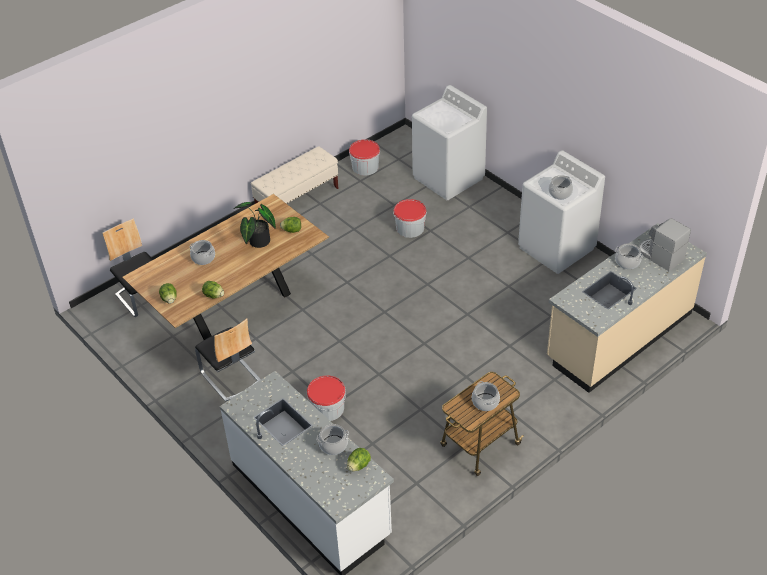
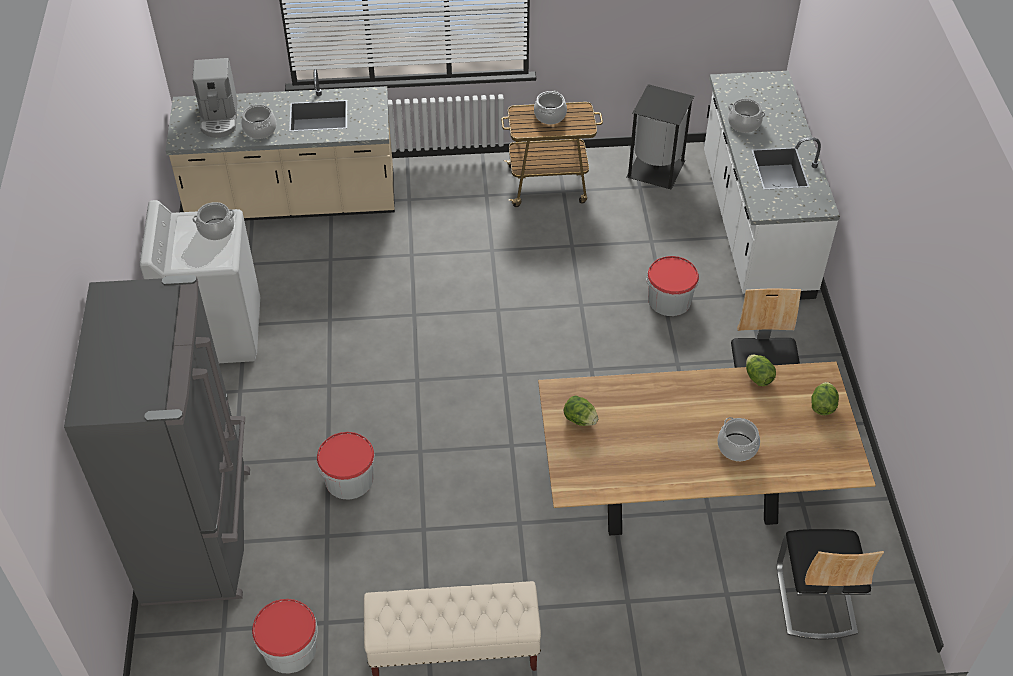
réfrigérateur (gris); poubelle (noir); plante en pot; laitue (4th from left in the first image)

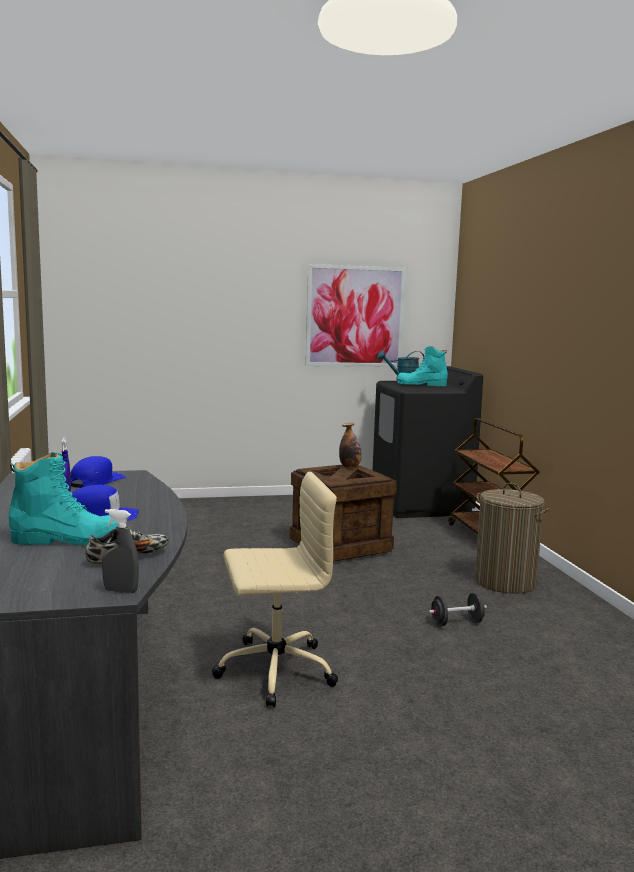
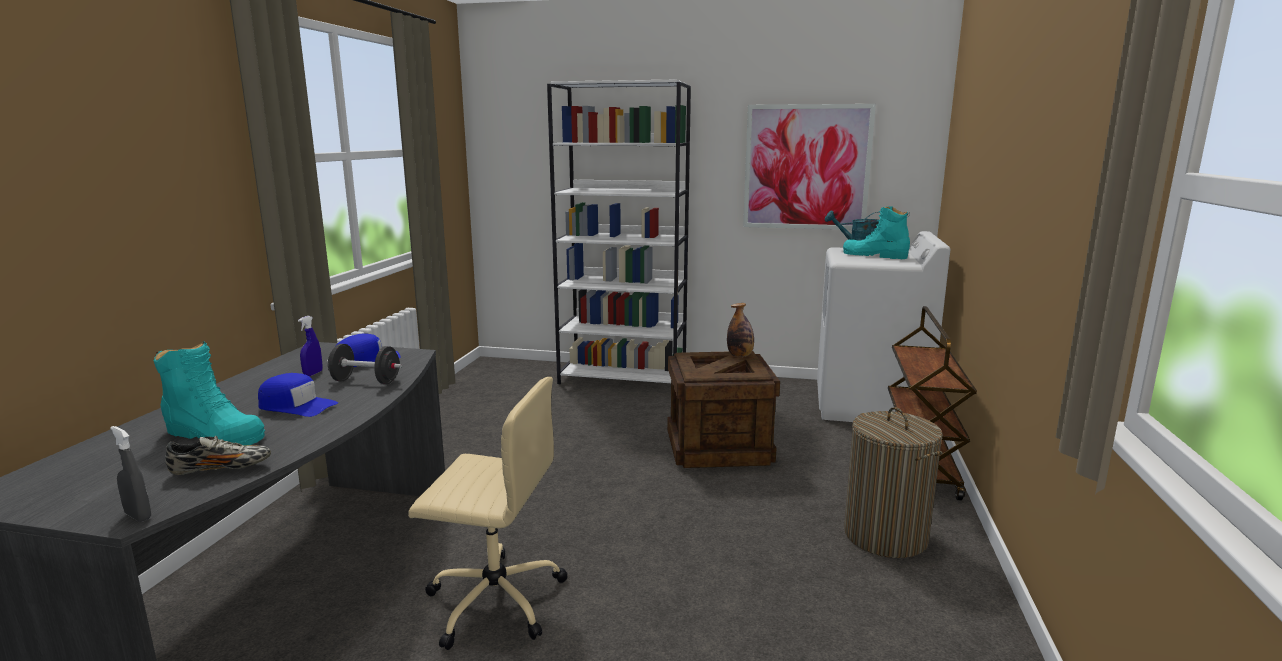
haltère (noir); bibliothèque (blanc); lave-linge (blanc)

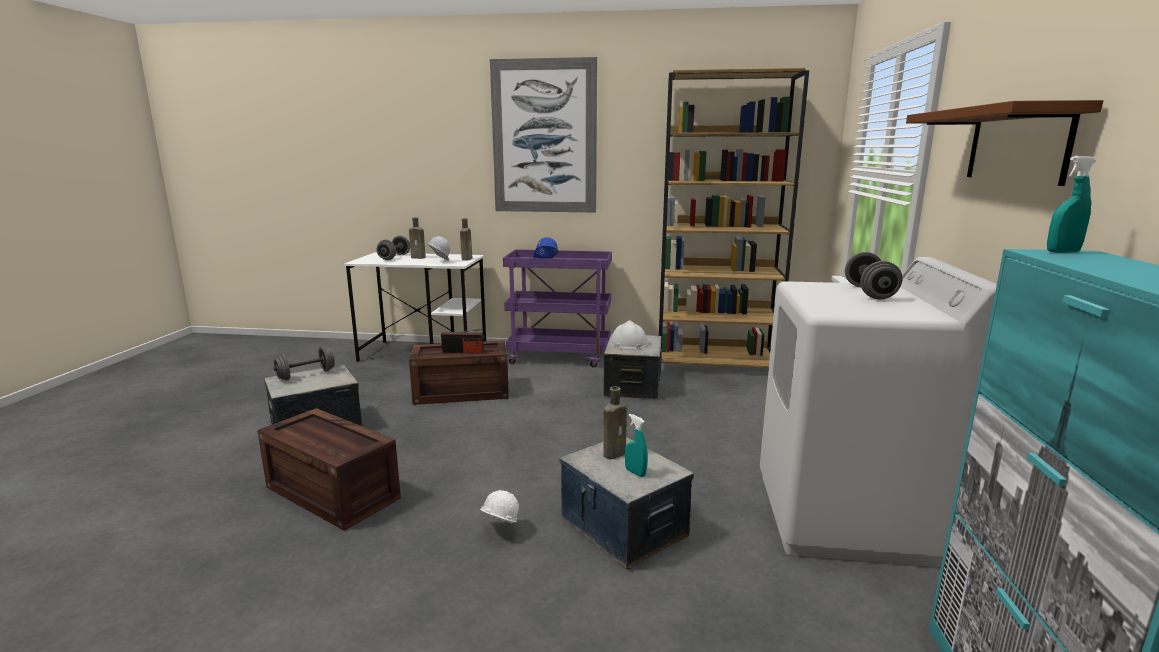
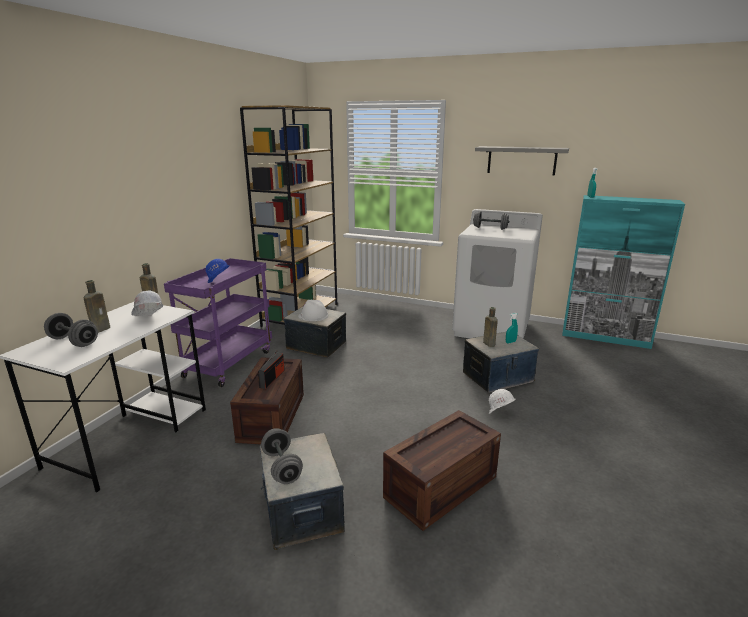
étagère (gris); tableau

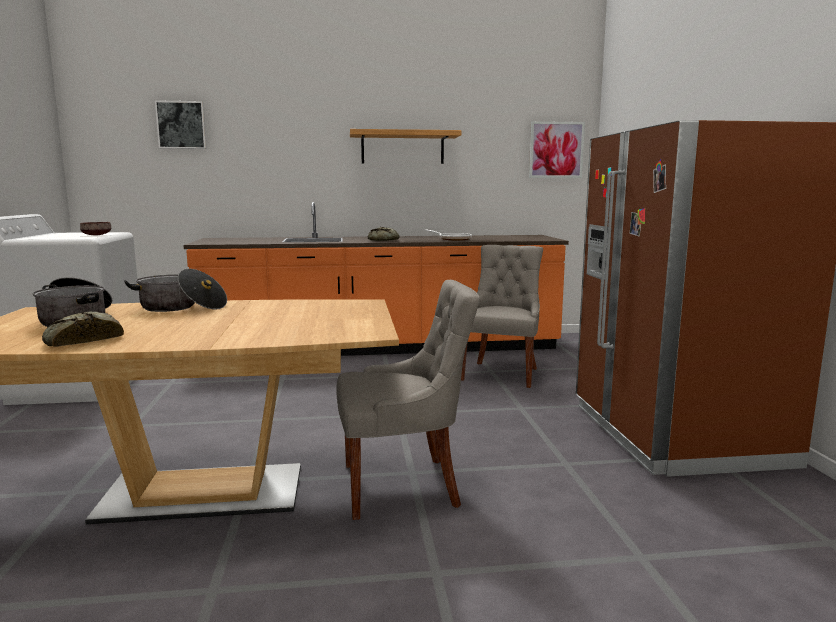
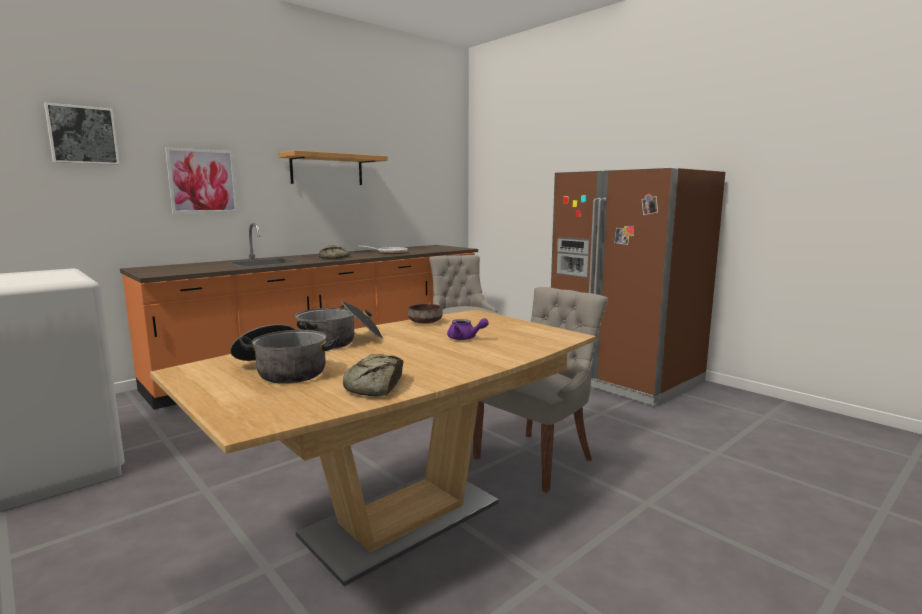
tableau (2nd from left); bol (marron); théière (violet)

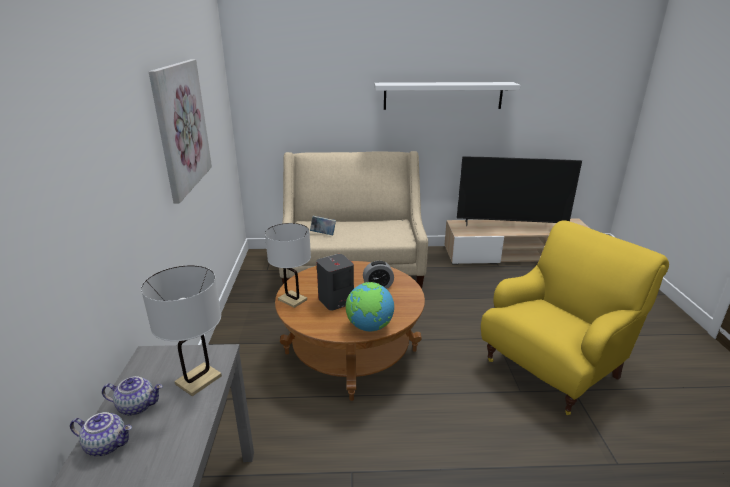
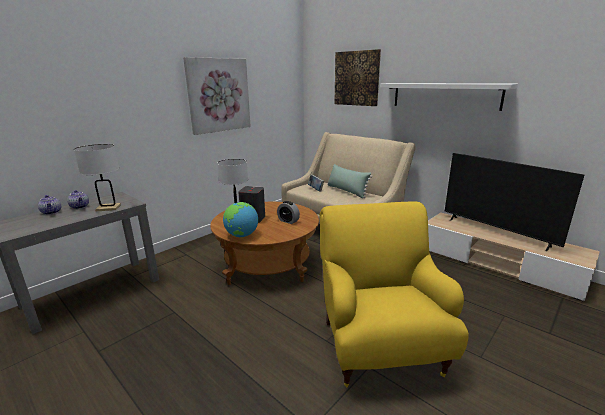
fauteuil (jaune); coussin (vert); tableau (2nd from left)

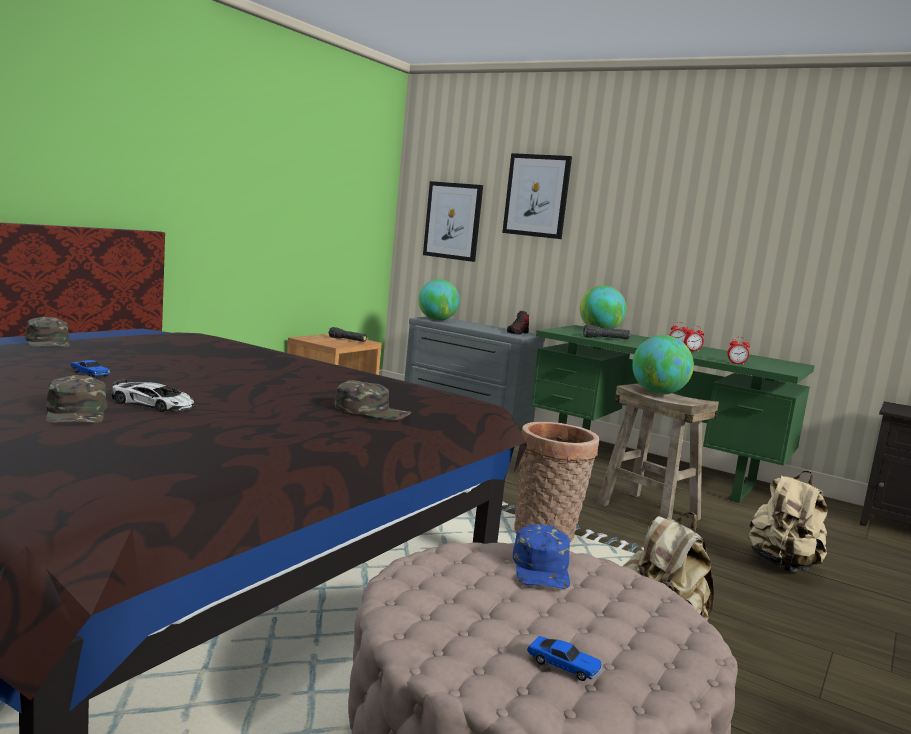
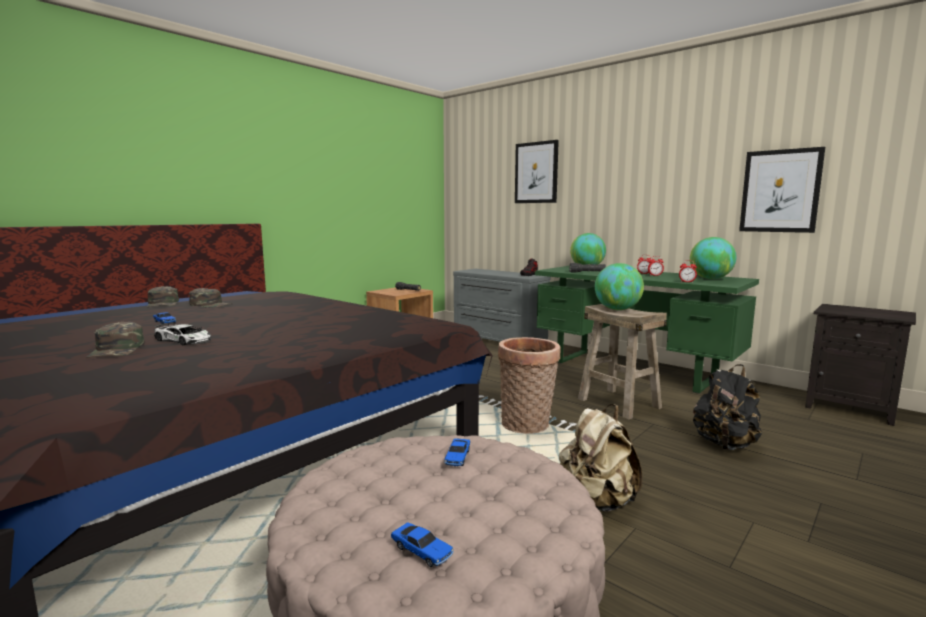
casquette (vert) (3rd from left); petite voiture (4th from left); globe (3rd from left); sac à dos (noir); tableau (2nd from left)

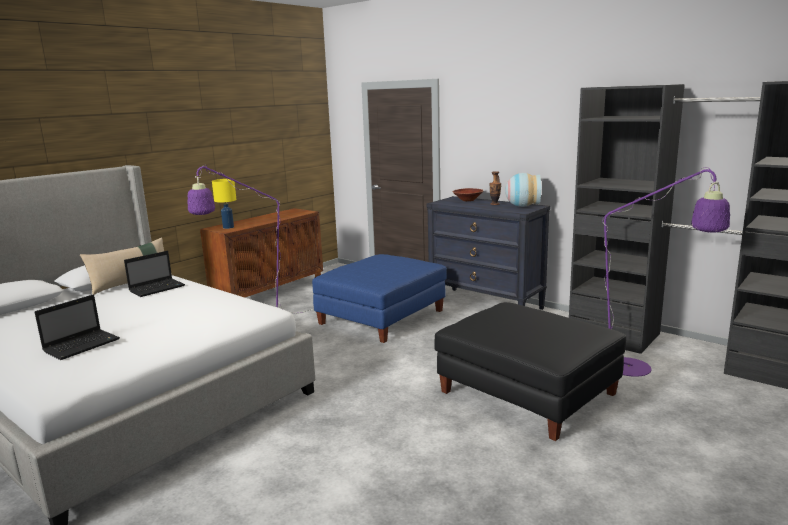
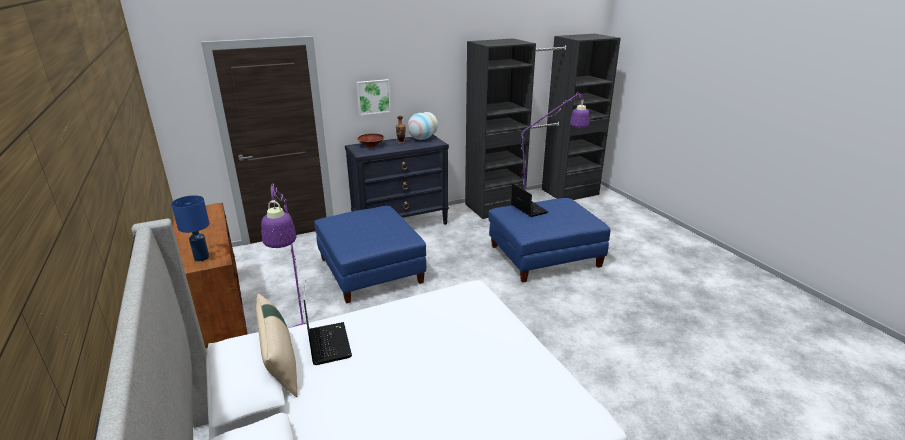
lampe de table (bleu); tableau; pouf (bleu) (2nd from left); ordinateur portable (2nd from left)

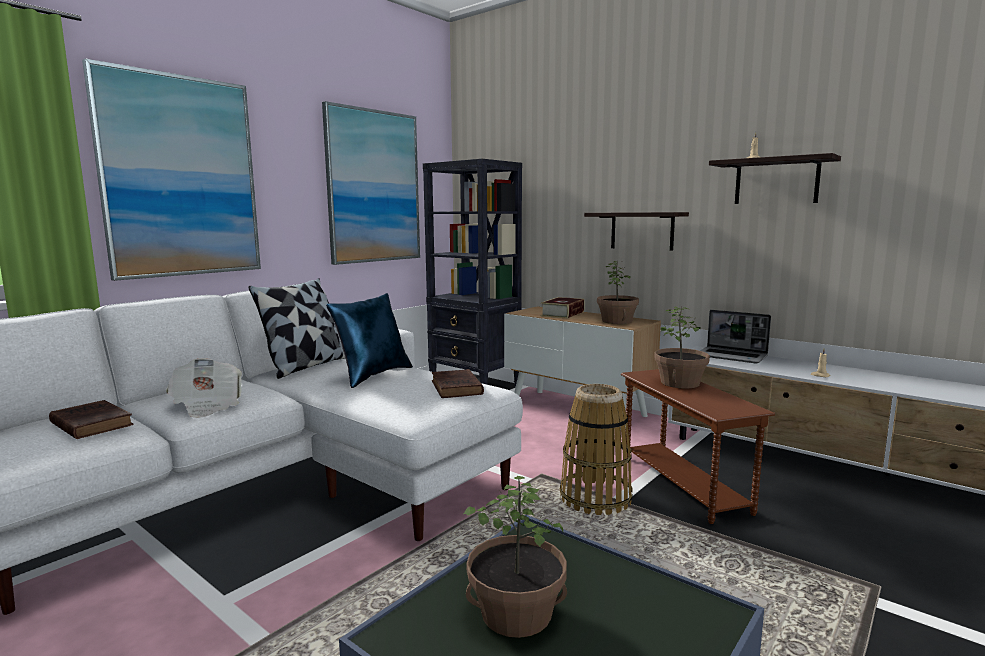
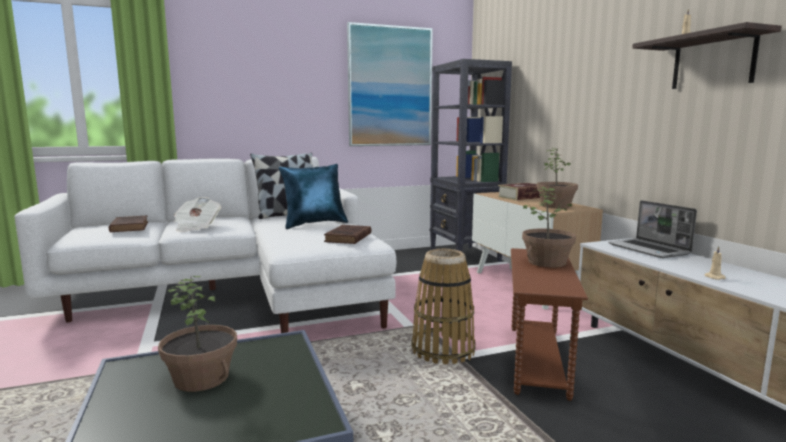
tableau (1st from left in the first image); étagère (1st from left in the first image)

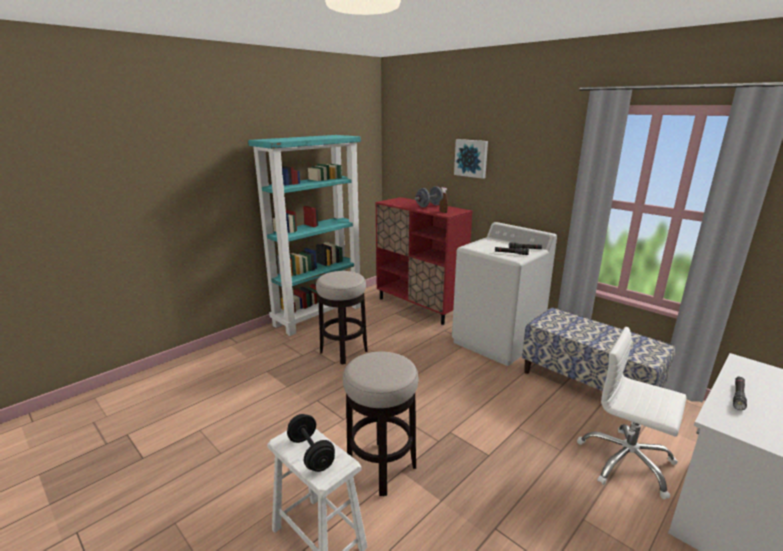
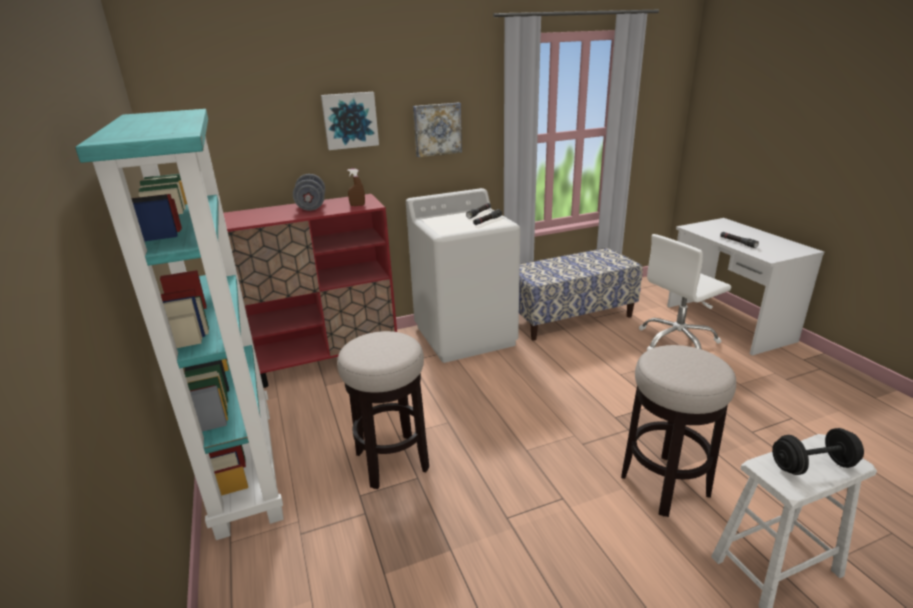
tableau (2nd from left)

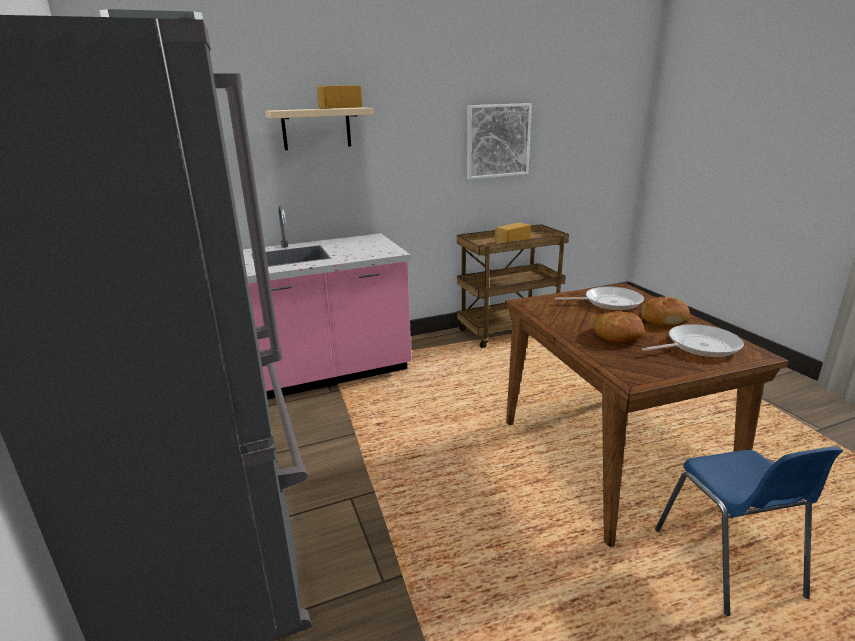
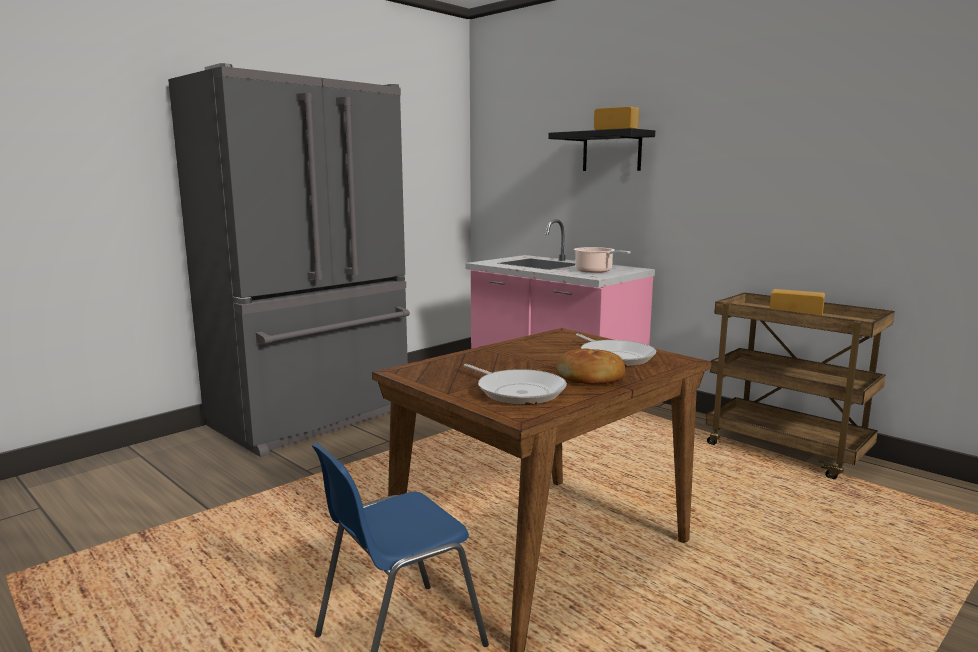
étagère (noir); marmite; tableau; pain (3rd from left in the first image)

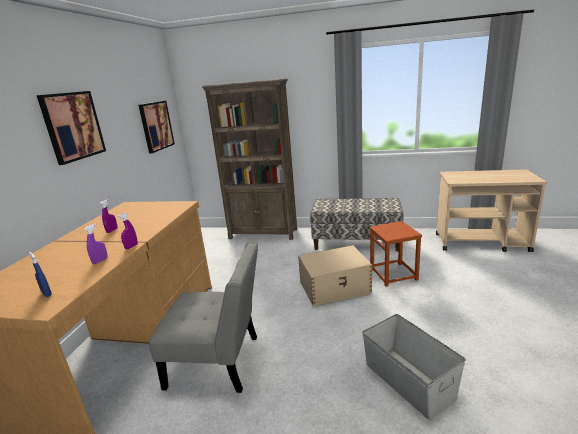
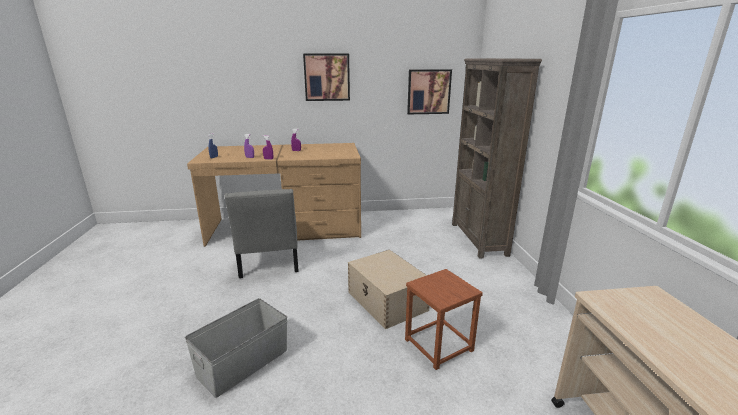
banc

